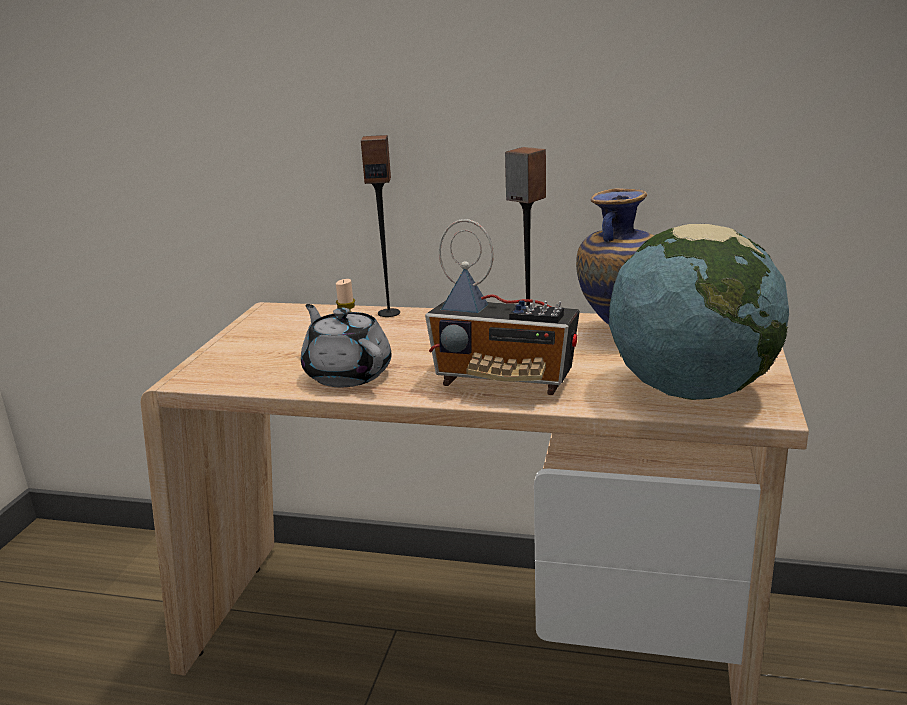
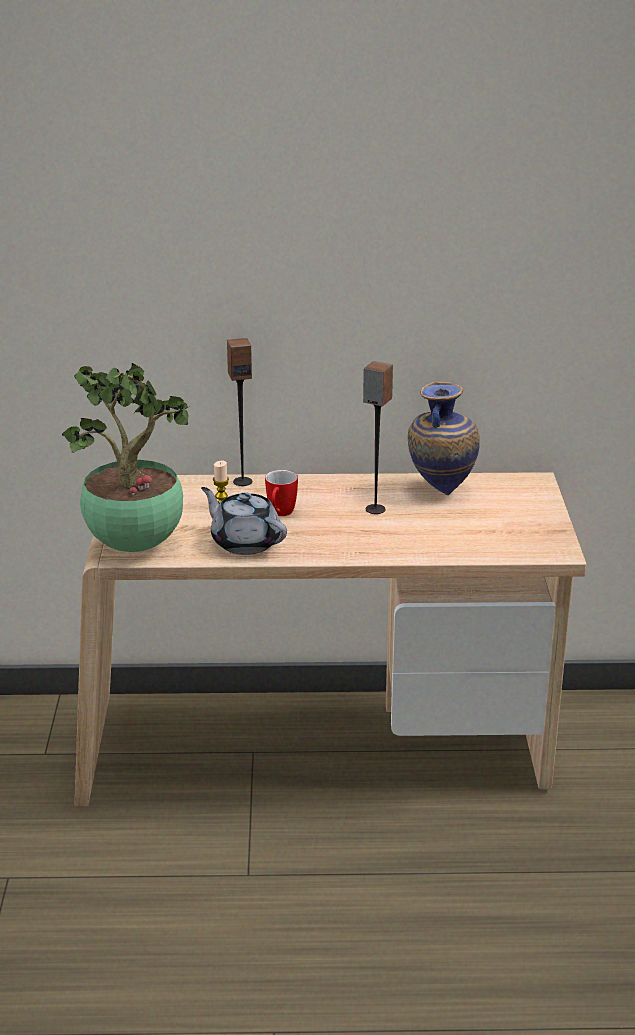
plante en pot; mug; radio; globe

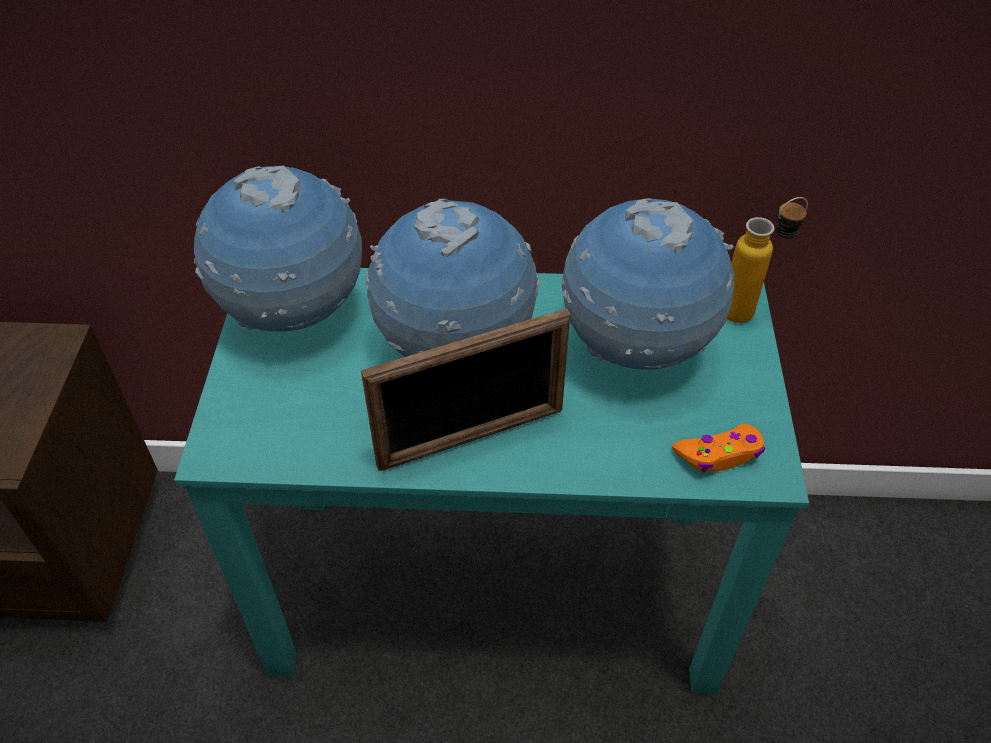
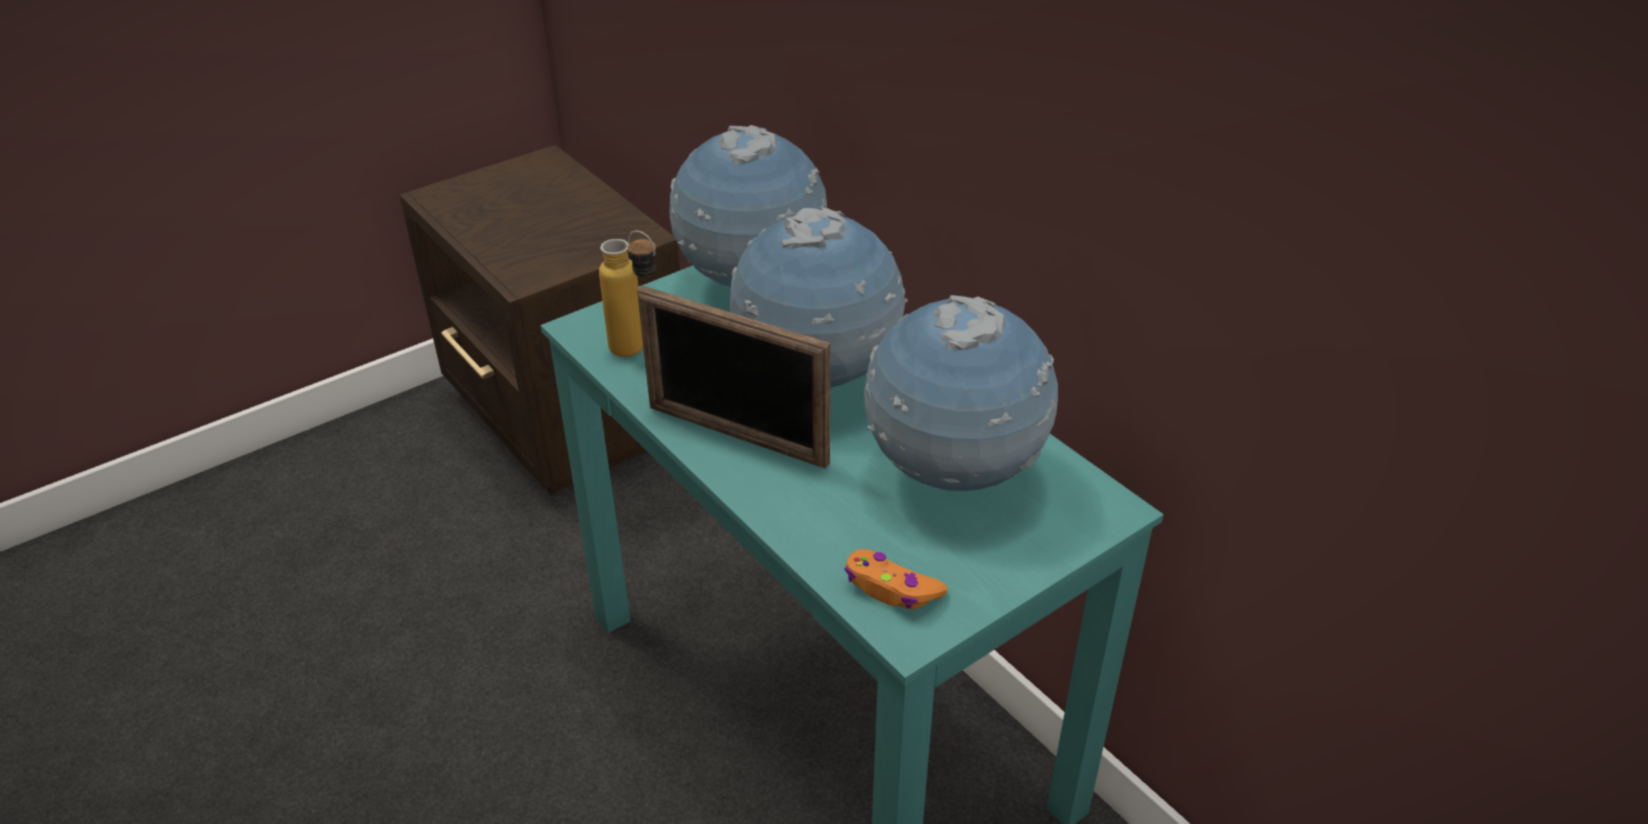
bouteille

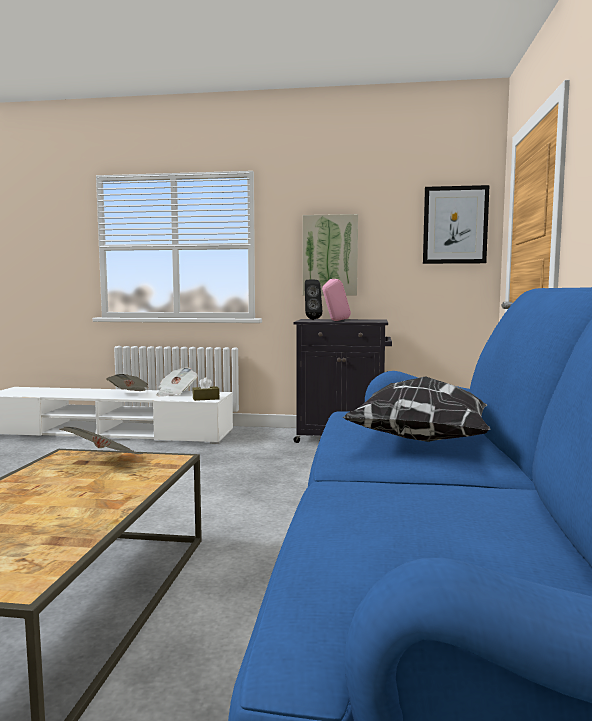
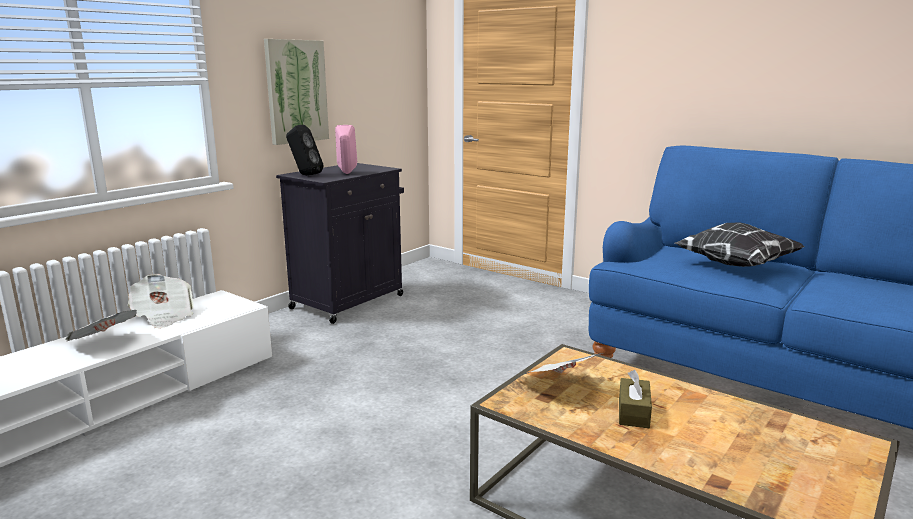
boîte à mouchoirs (marron); tableau (2nd from left in the first image)

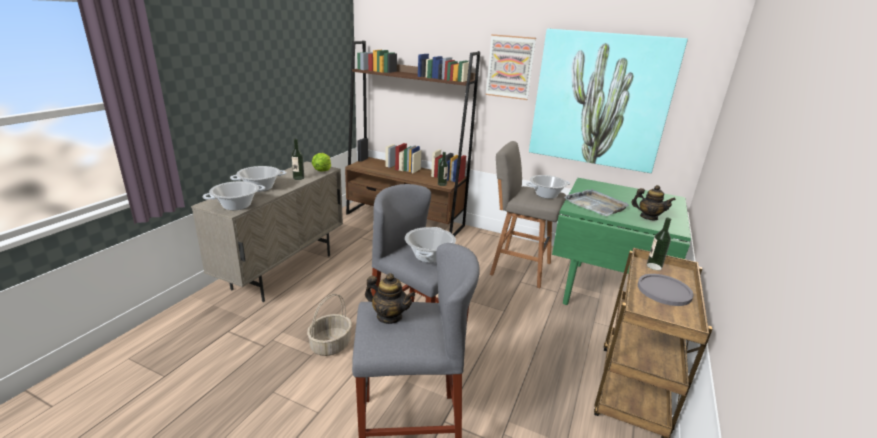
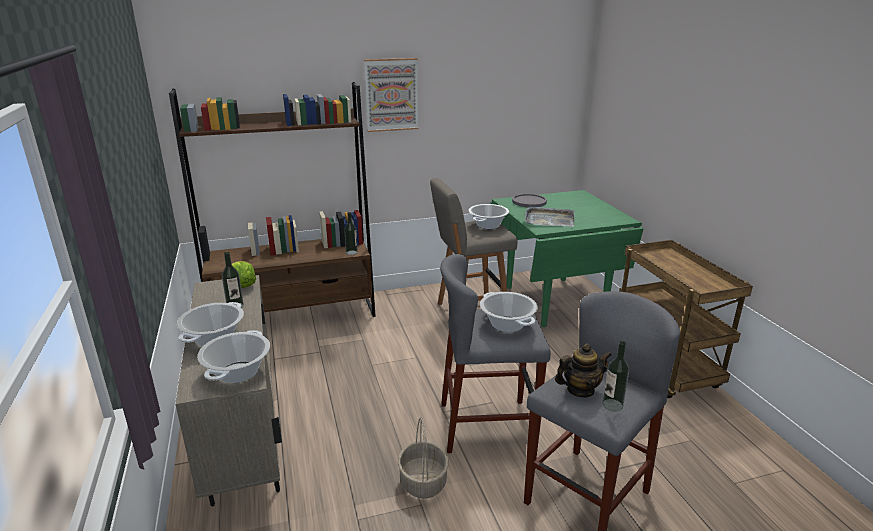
assiette (gris); bouteille (3rd from left); tableau (2nd from left in the first image); théière (2nd from left in the first image)

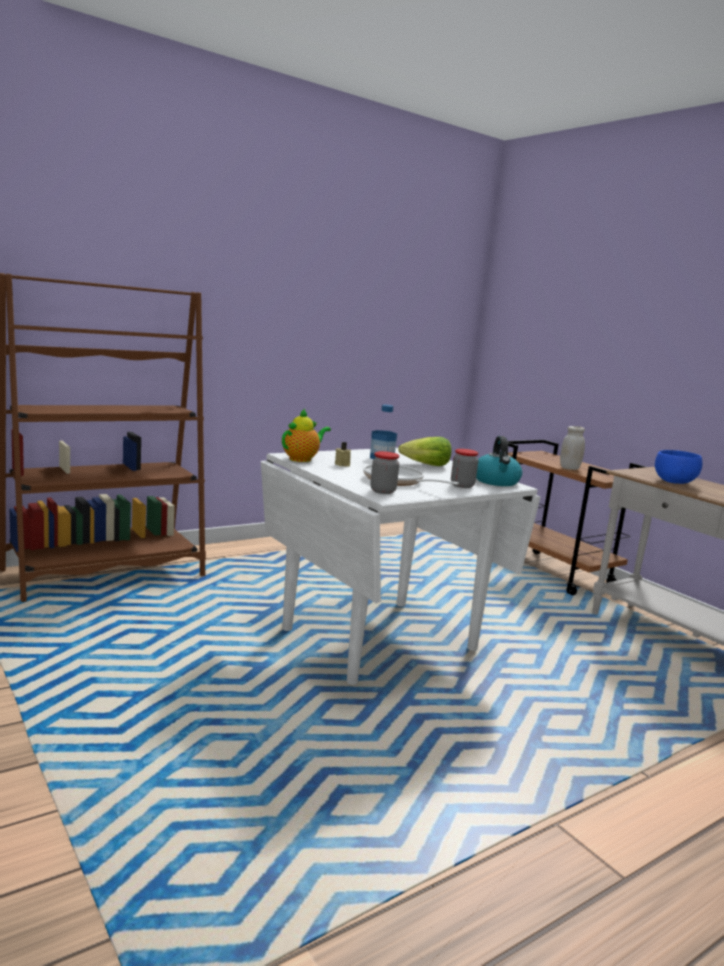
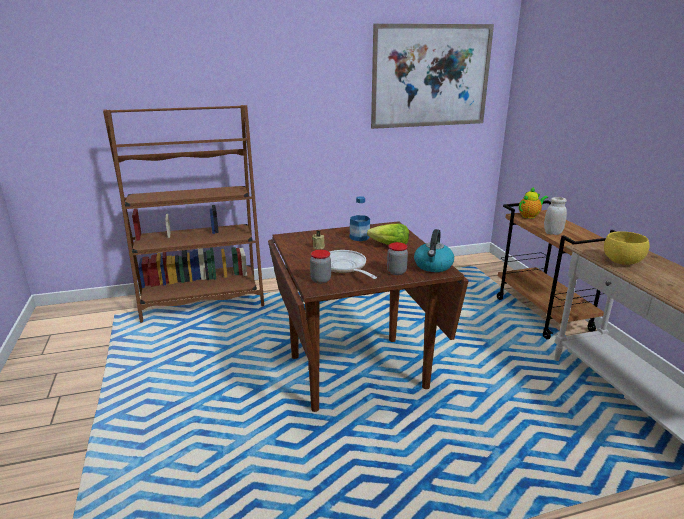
table à manger (marron); tableau; théière; bol (jaune)

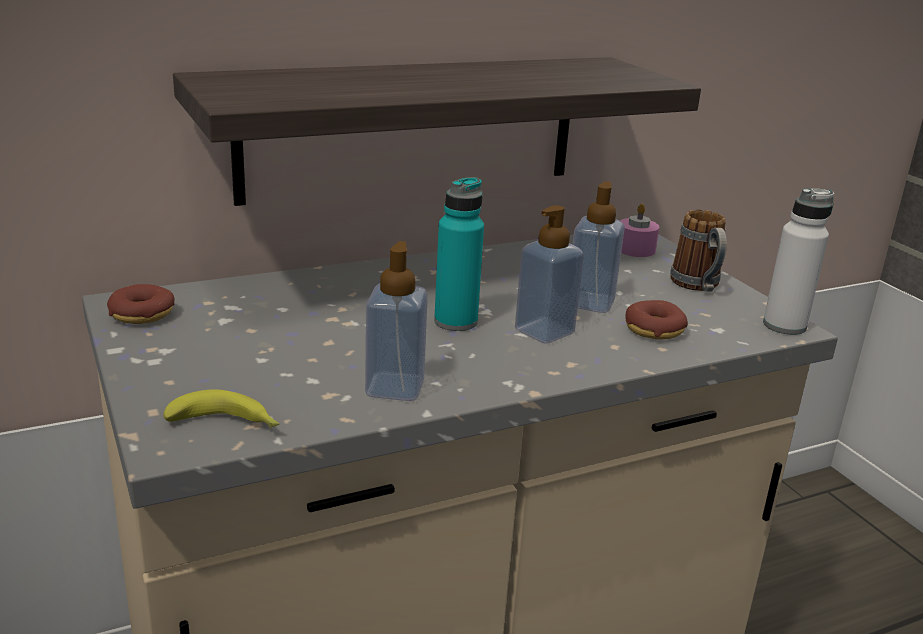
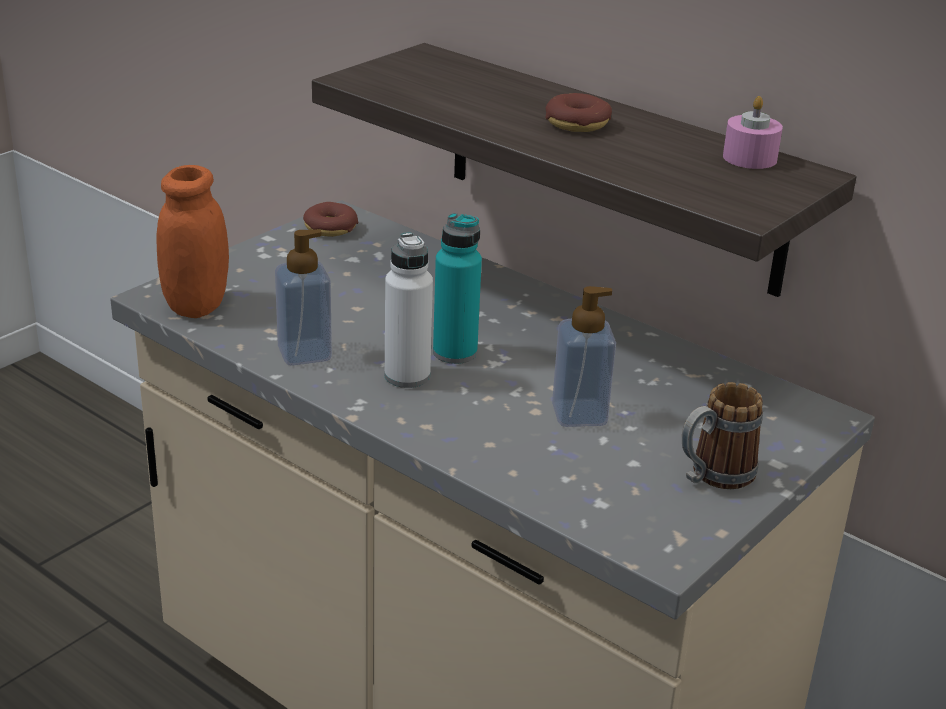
bocal (orange); bouteille (blanc); beignet (2nd from left); bougie (rose); distributeur de savon (2nd from left in the first image)

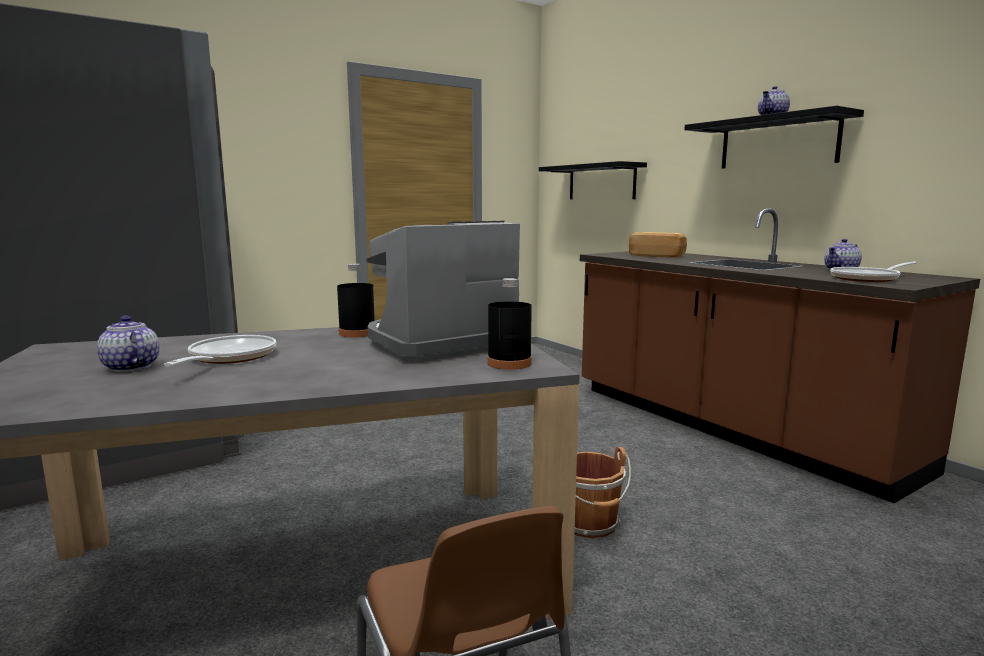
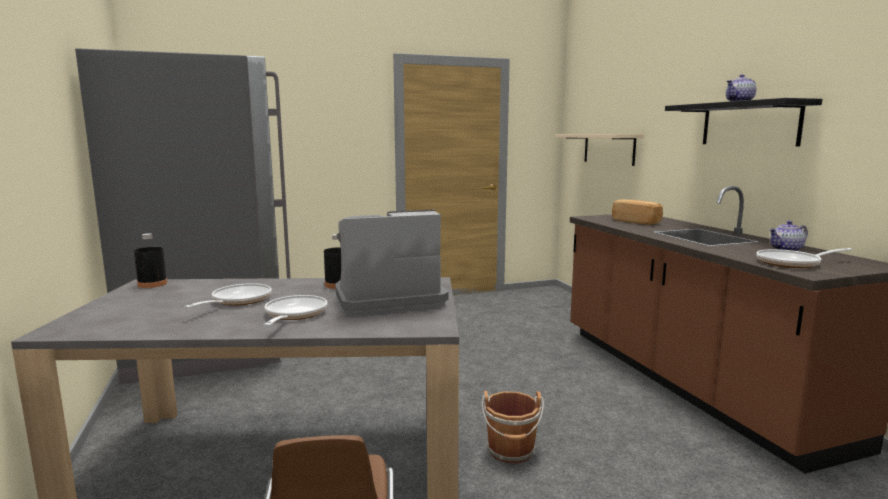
bouteille (noir) (1st from left); poêle (2nd from left); étagère (beige); théière (1st from left in the first image)

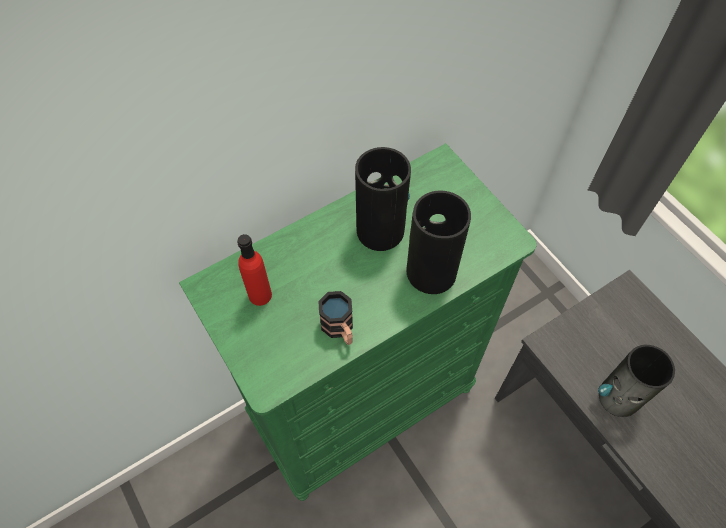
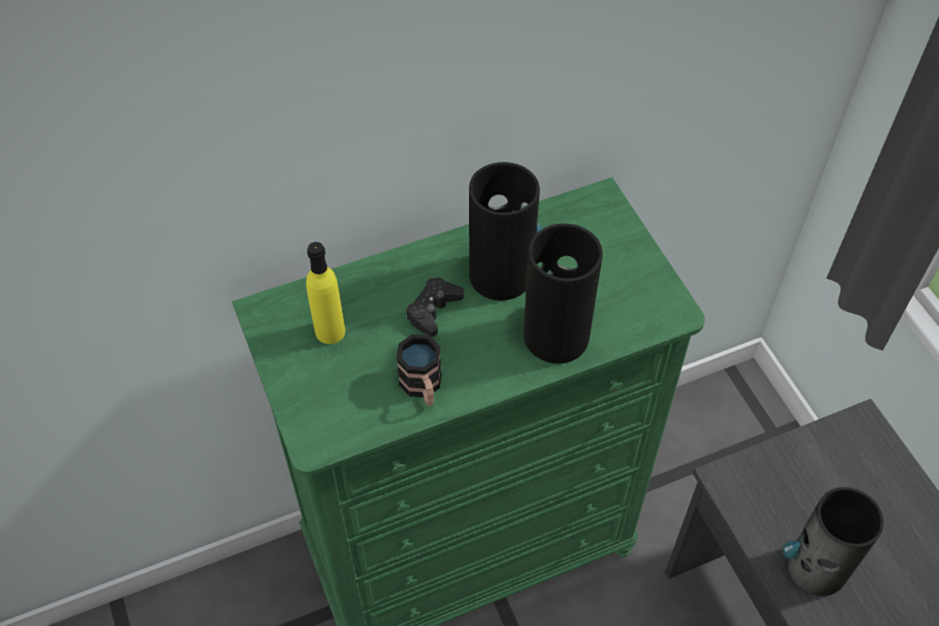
bouteille (jaune); manette (noir)

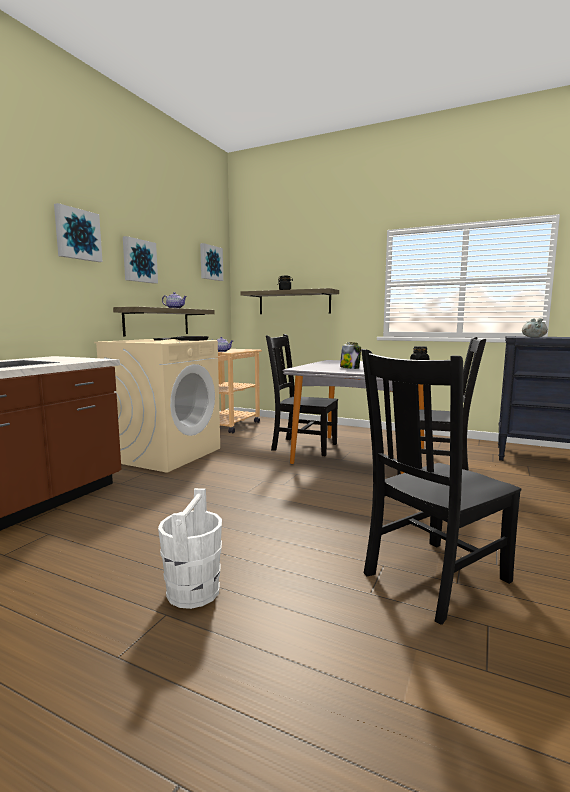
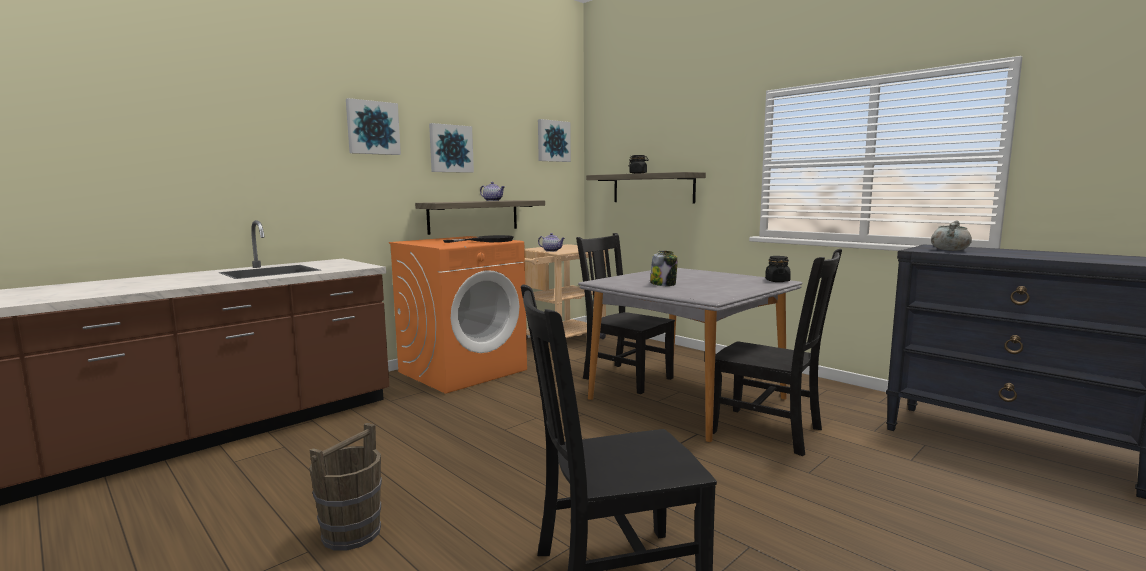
seau (marron); lave-linge (orange)

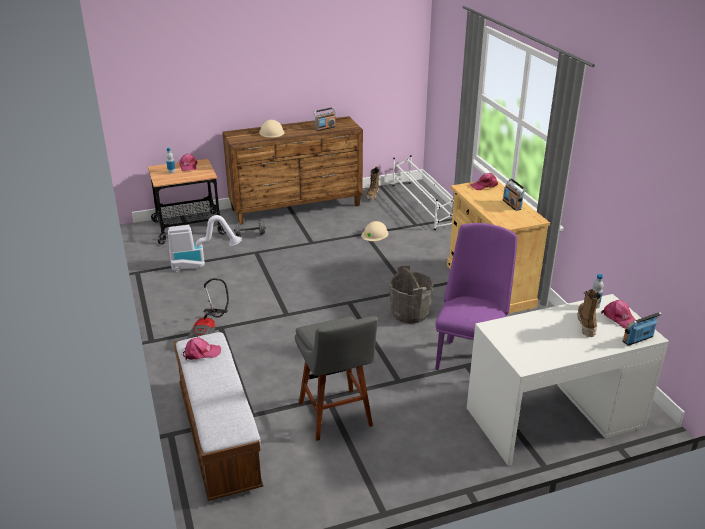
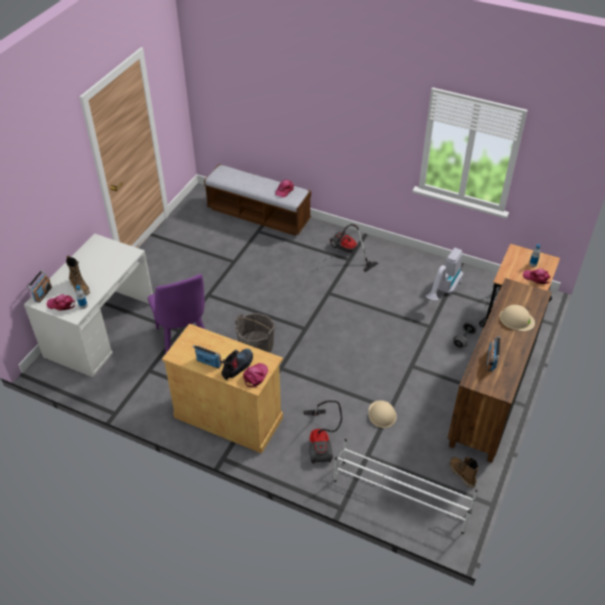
botte (2nd from left); aspirateur (1st from left); tabouret (gris)

